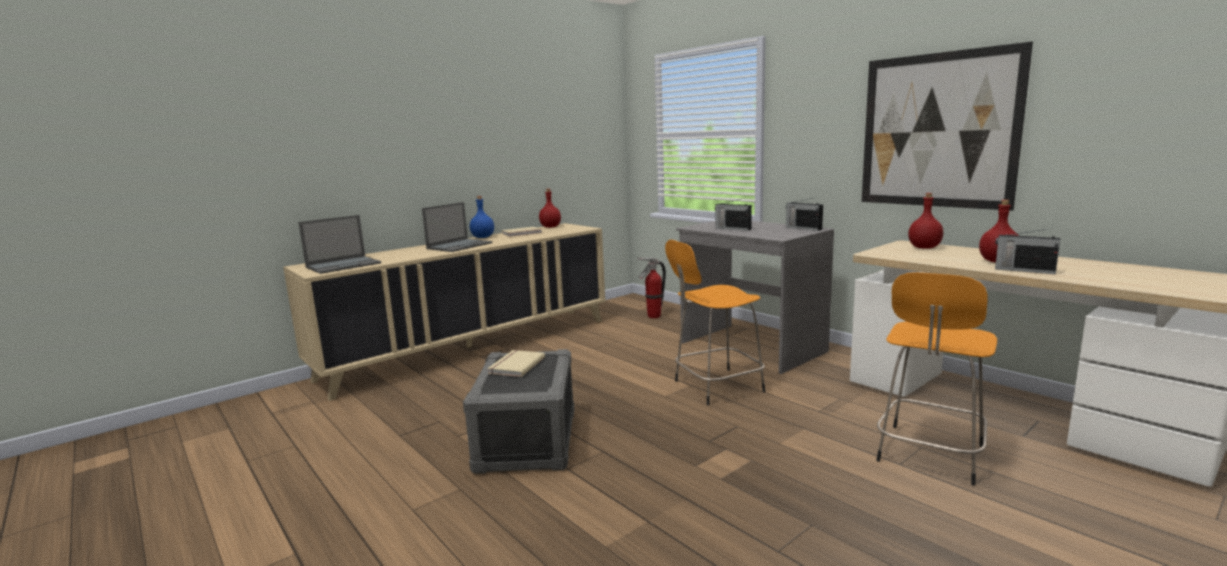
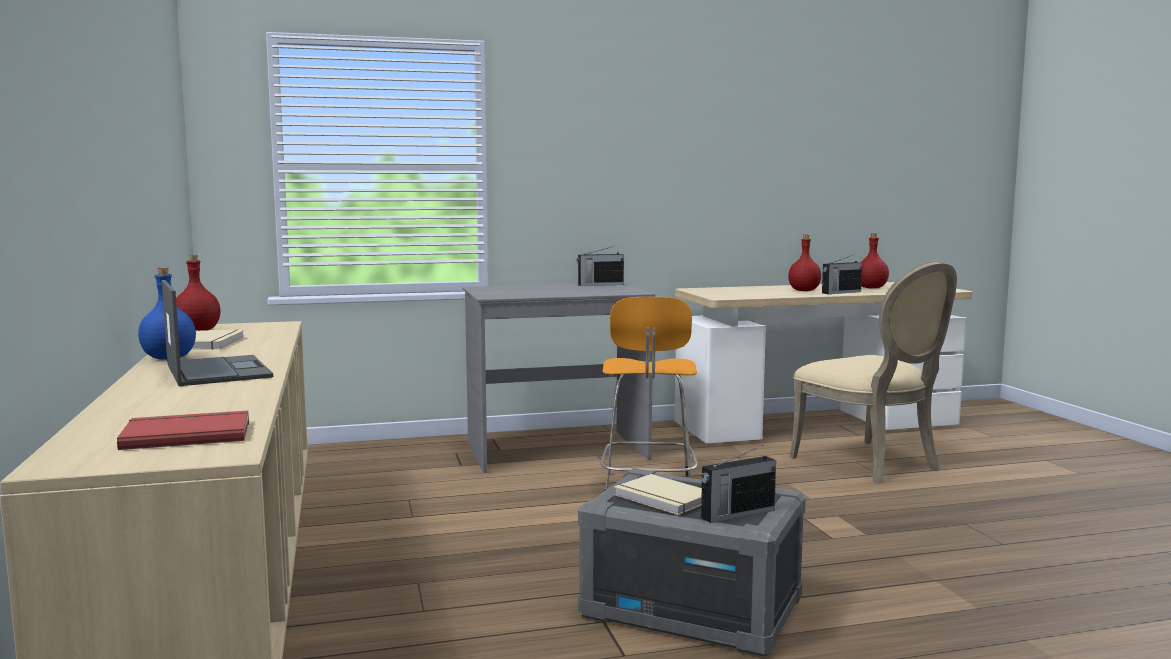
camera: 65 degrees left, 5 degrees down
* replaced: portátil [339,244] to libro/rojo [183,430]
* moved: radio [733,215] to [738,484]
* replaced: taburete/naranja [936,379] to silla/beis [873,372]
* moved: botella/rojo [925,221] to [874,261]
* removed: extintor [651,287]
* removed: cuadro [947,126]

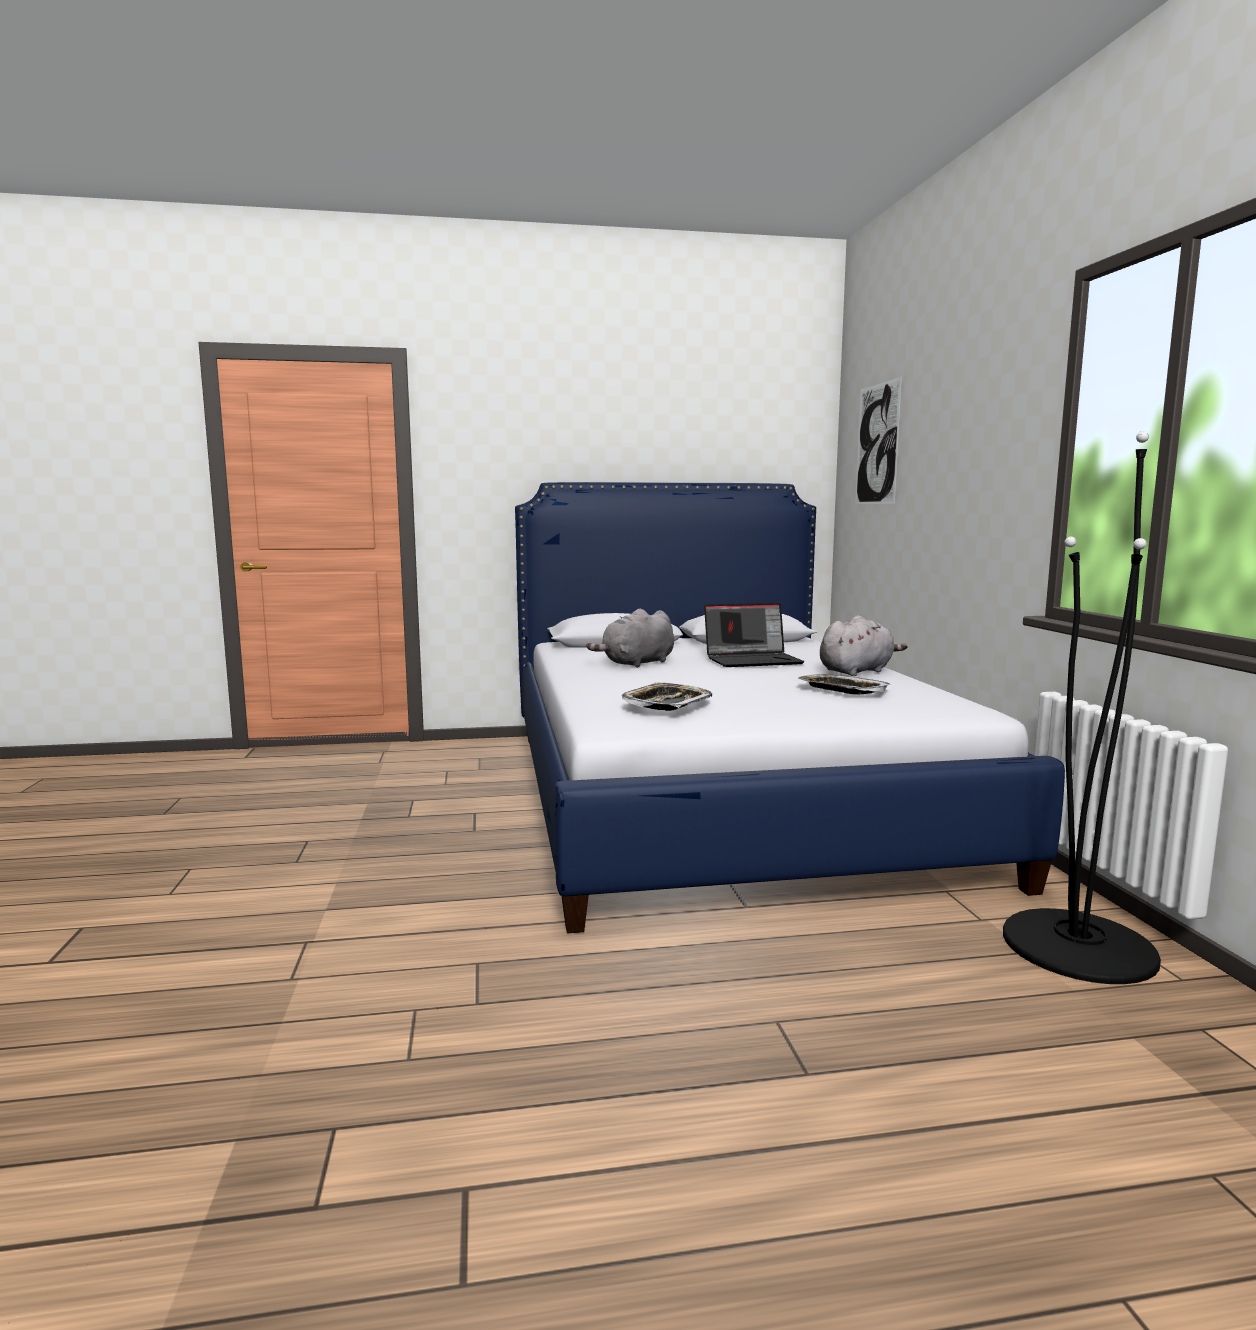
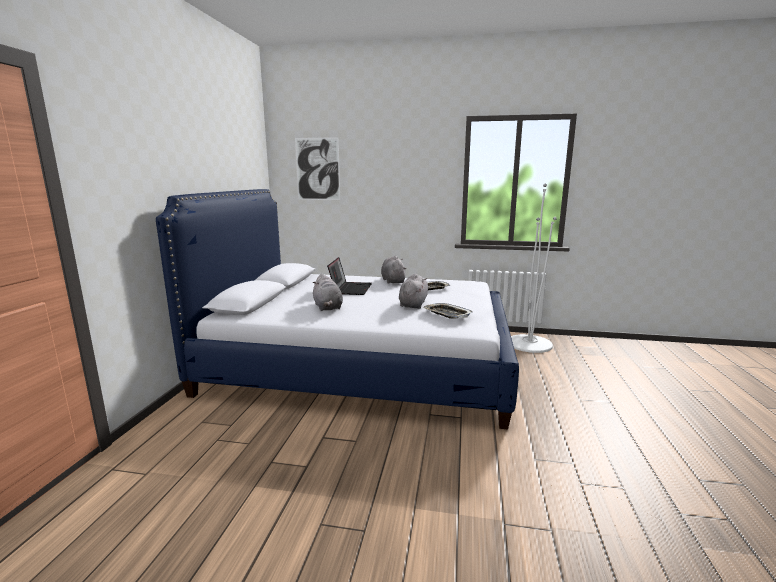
camera: 70 degrees left, 5 degrees up
* added: peluche/gris [413,291]
* recoloured: lámpara de pie/negro [1082,707] to lámpara de pie/blanco [534,268]

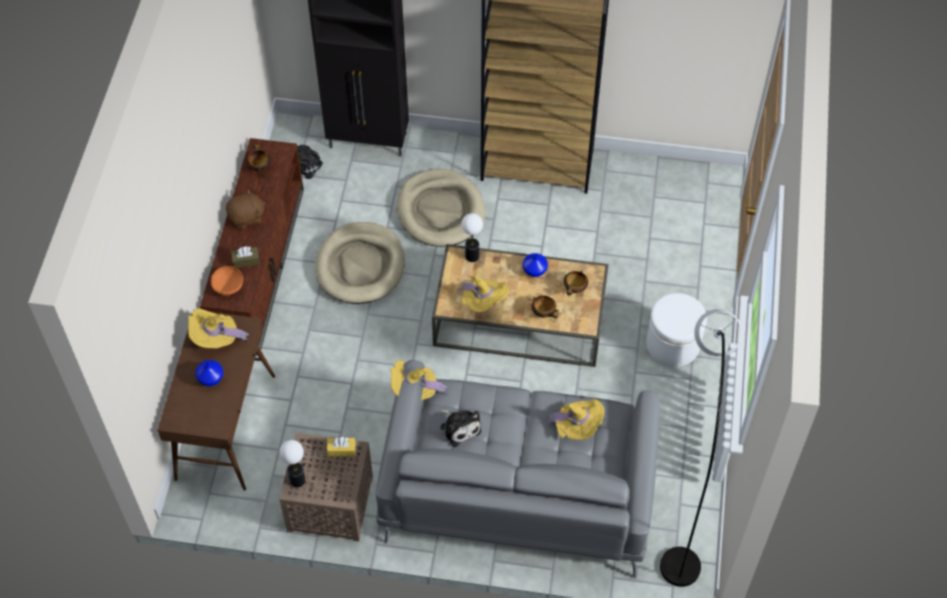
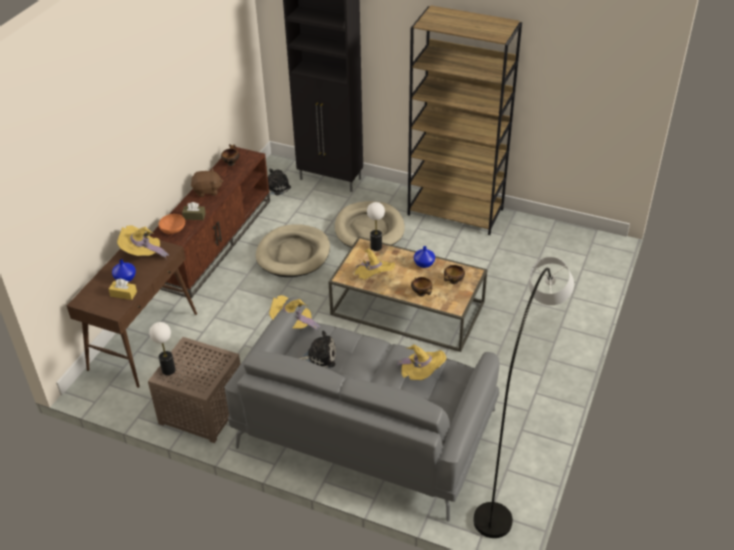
camera: 15 degrees right, 15 degrees down
* moved: caja de pañuelos/amarillo [341,446] to [123,289]
* turned: peluche [460,428] = [317,349] 75 degrees counterclockwise
* removed: puf/blanco [676,330]

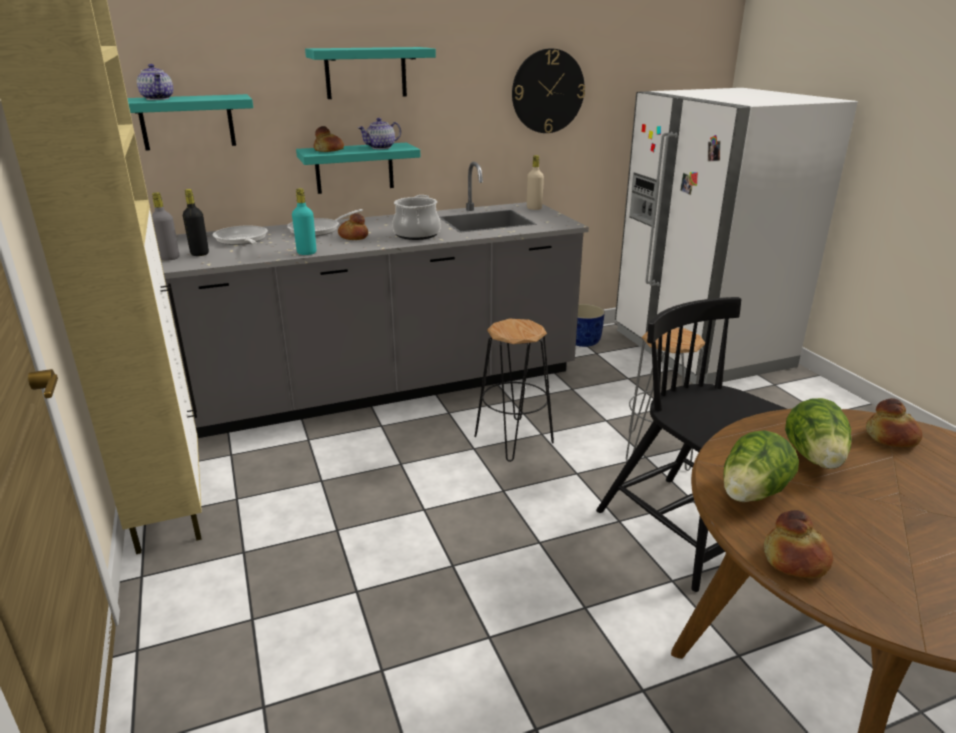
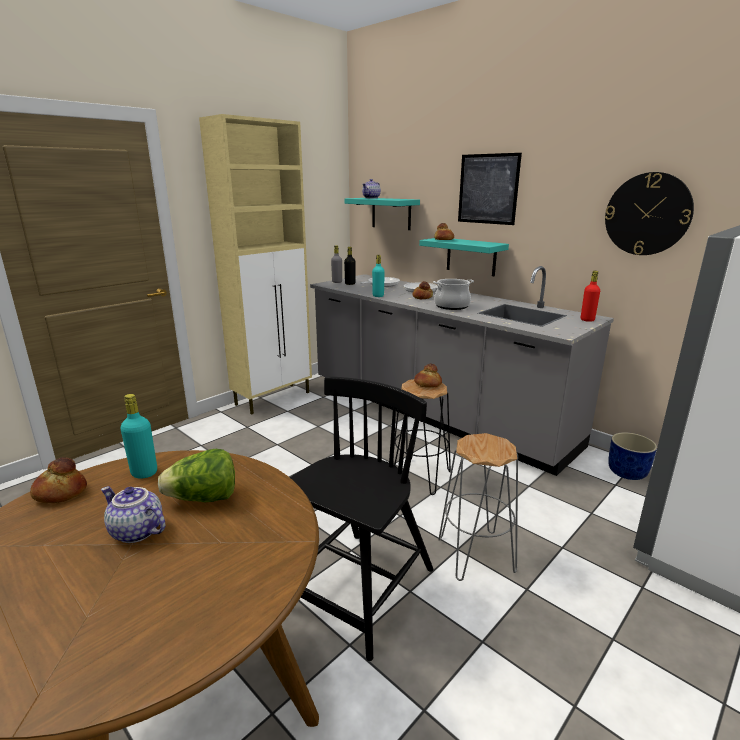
camera: 65 degrees right, 5 degrees down
* moved: tetera [379,133] to [133,514]
* replaced: lechuga [761,466] to botella/turquesa [139,436]
* moved: pan [894,422] to [428,376]
* replaced: estante/turquesa [370,73] to cuadro [490,189]
* recoloured: botella/beis [535,182] to botella/rojo [590,296]

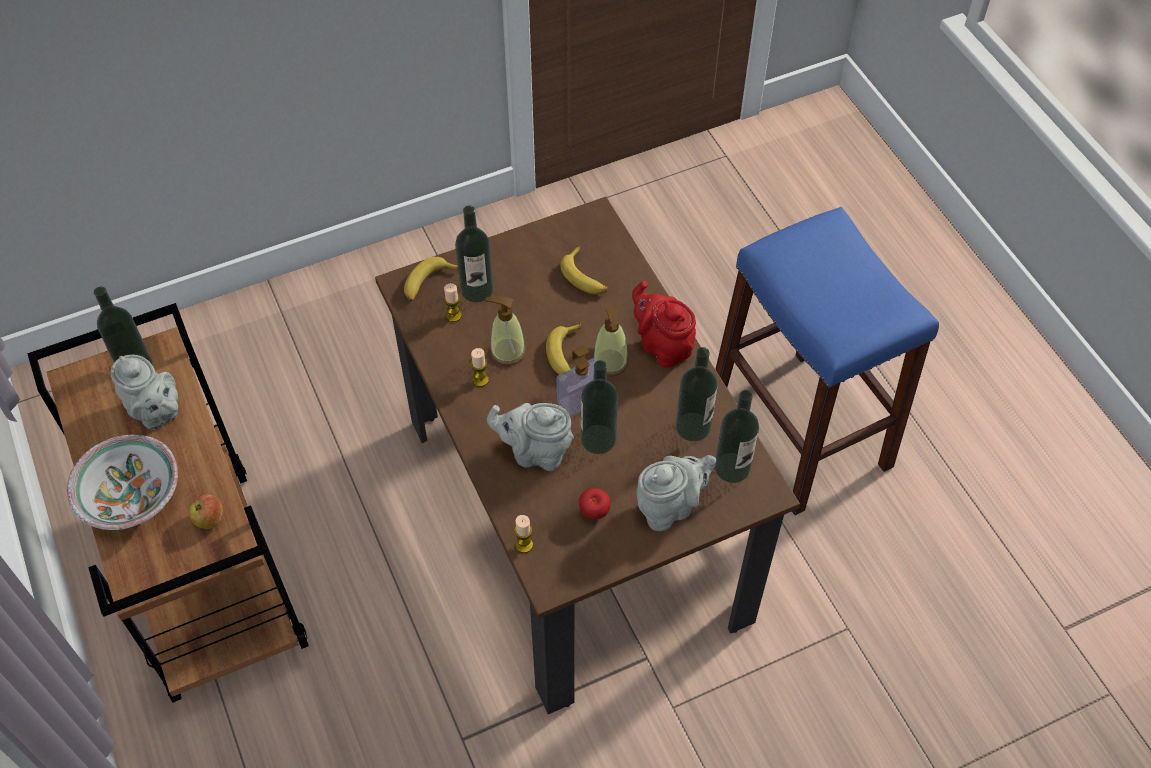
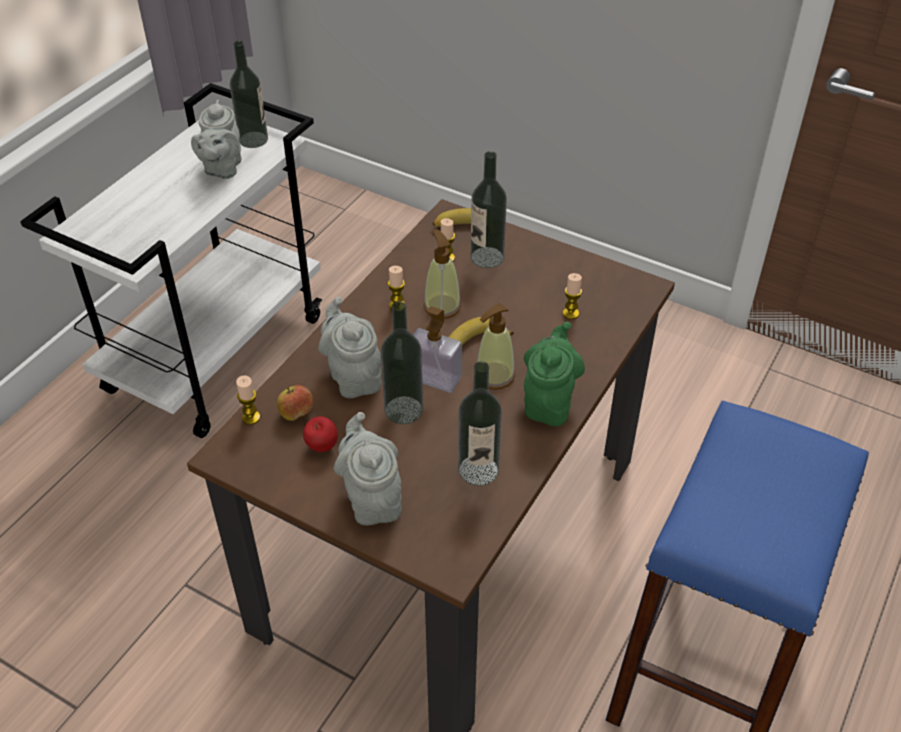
camera: 55 degrees right, 10 degrees down
* recoloured: carrito/marrón [168,503] to carrito/blanco [171,260]
* moved: manzana [206,511] to [295,403]
* turned: tetera/gris [676,493] = [368,468] 135 degrees counterclockwise
* recoloured: tetera/rojo [664,324] to tetera/verde [554,373]
* replaced: plátano [584,269] to vela [572,296]
* removed: cuenco [122,482]
* removed: botella [737,436]

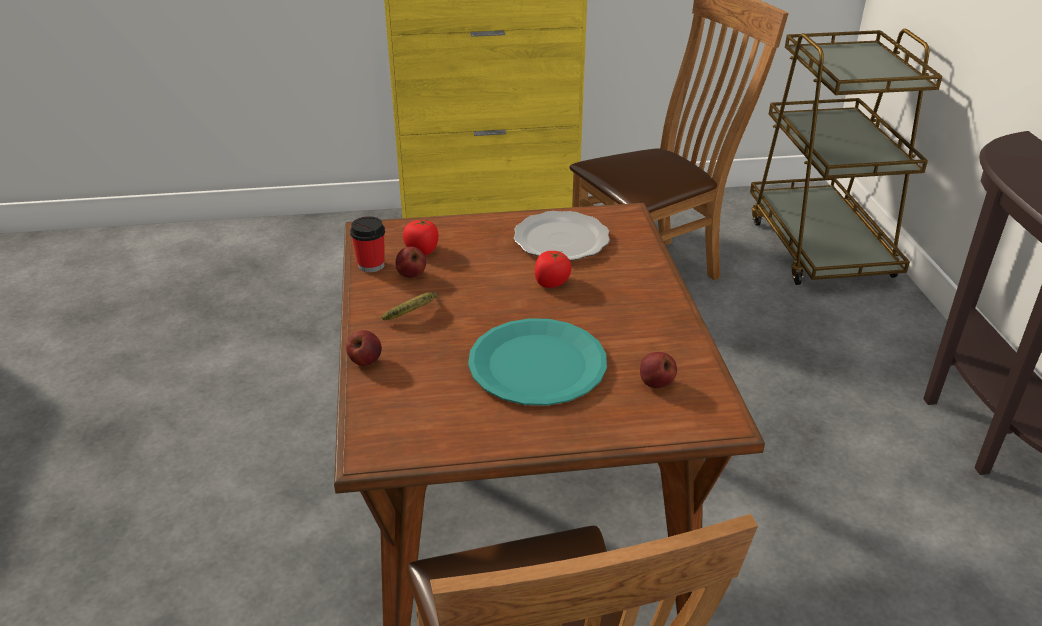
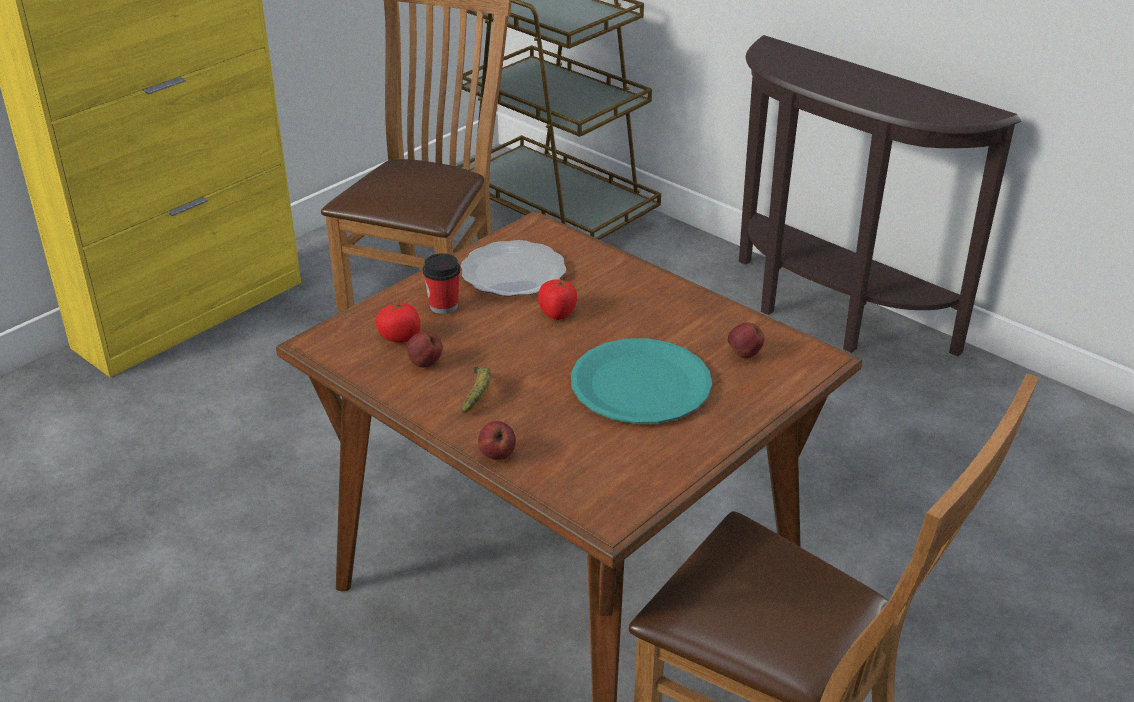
camera: 40 degrees left, 0 degrees up
* moved: taza [367,244] to [441,283]

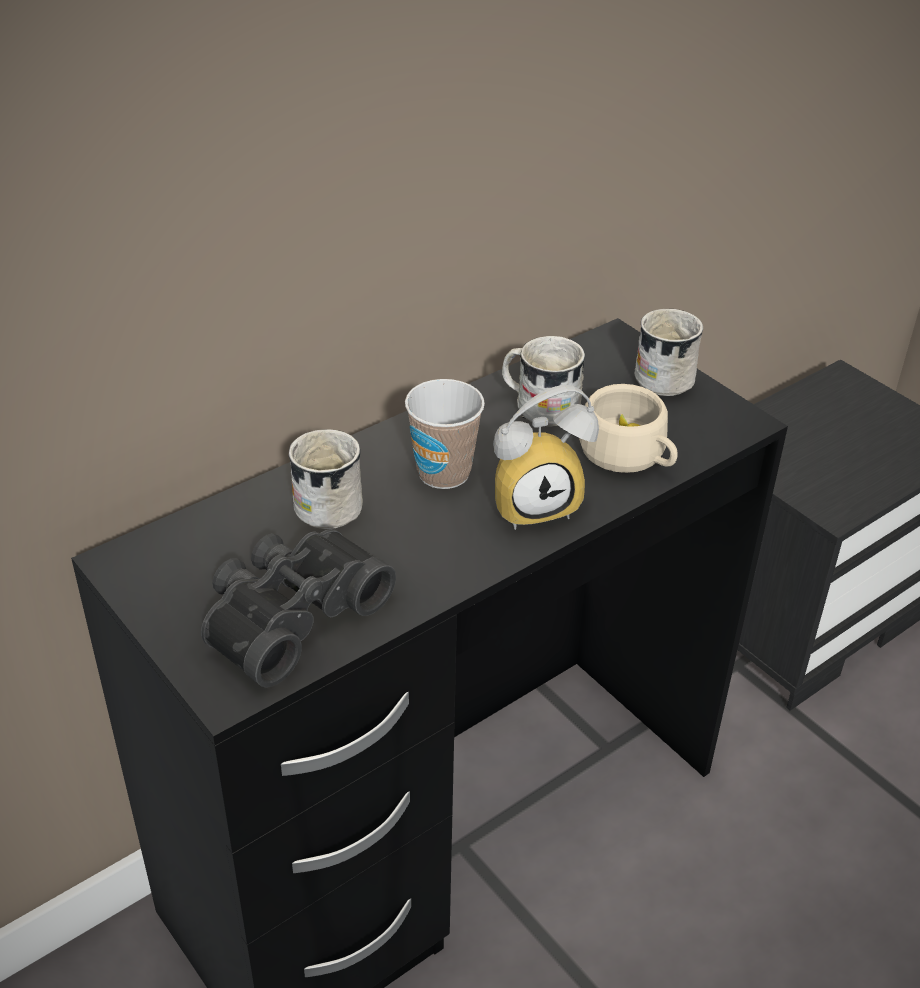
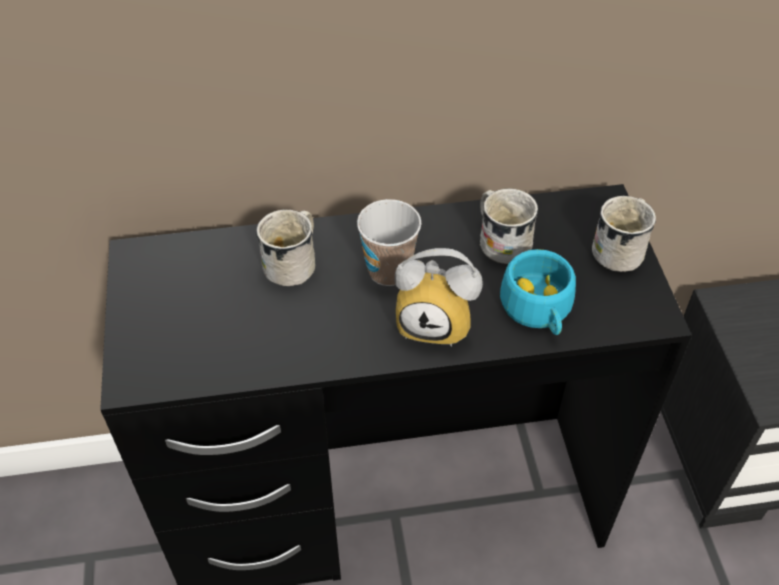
camera: 30 degrees right, 10 degrees up
* recoloured: taza/beis [628,428] to taza/turquesa [538,292]
* removed: prismáticos/negro [298,608]

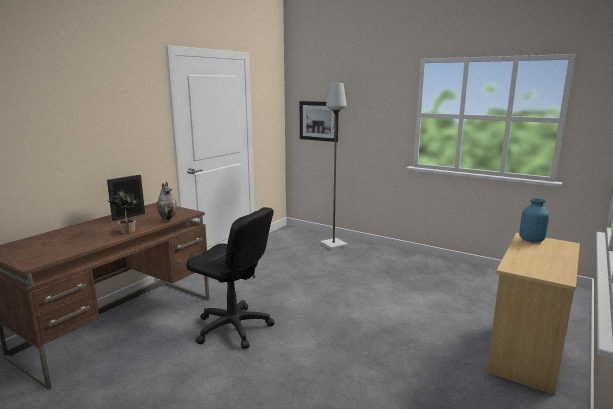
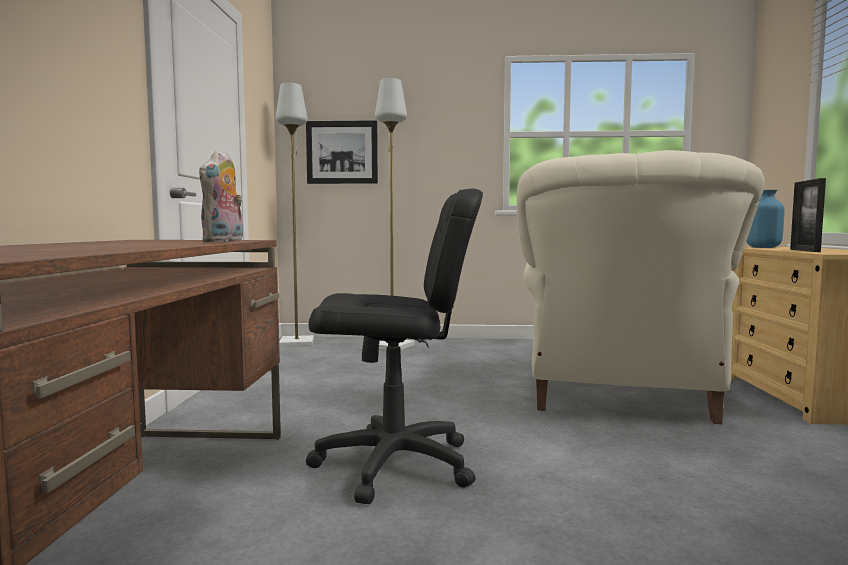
camera: 30 degrees left, 10 degrees down
* replaced: florero [167,201] to peluche [221,196]
* added: lámpara de pie/gris [294,215]
* added: sillón/beis [641,287]
* moved: portarretratos [126,198] to [808,215]
* removed: planta en maceta [124,211]

